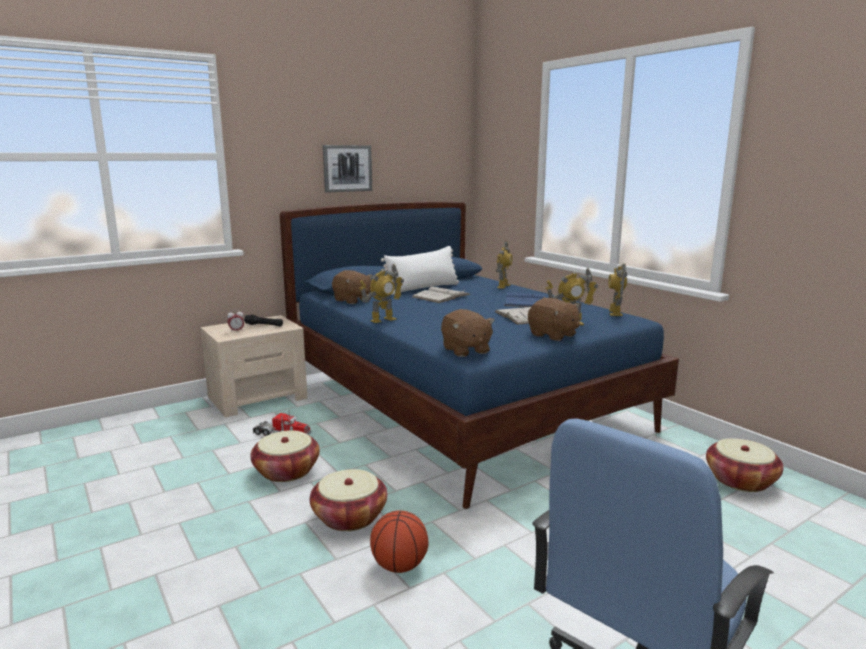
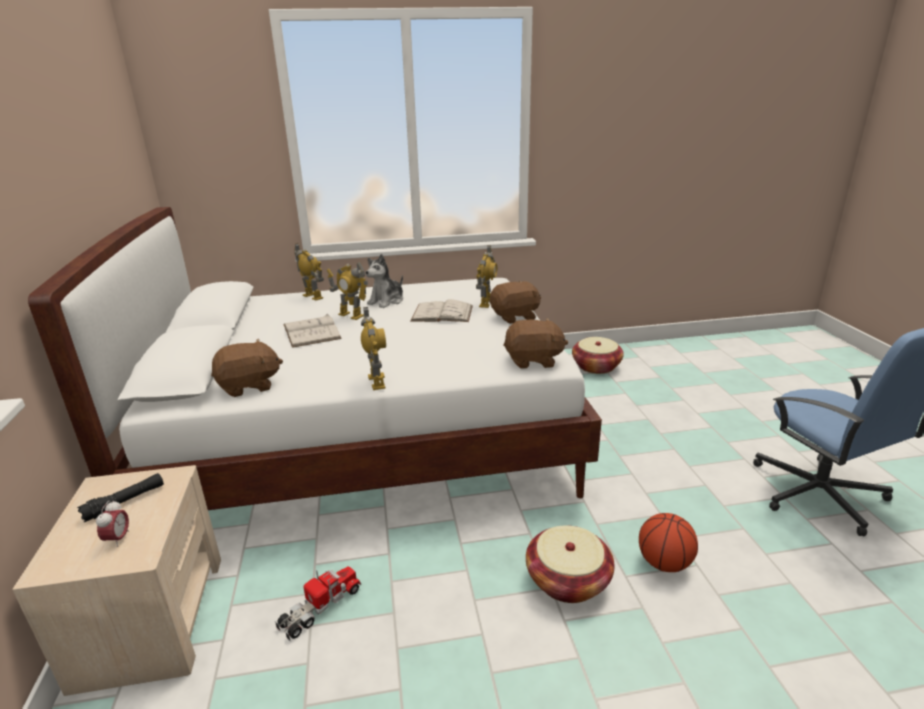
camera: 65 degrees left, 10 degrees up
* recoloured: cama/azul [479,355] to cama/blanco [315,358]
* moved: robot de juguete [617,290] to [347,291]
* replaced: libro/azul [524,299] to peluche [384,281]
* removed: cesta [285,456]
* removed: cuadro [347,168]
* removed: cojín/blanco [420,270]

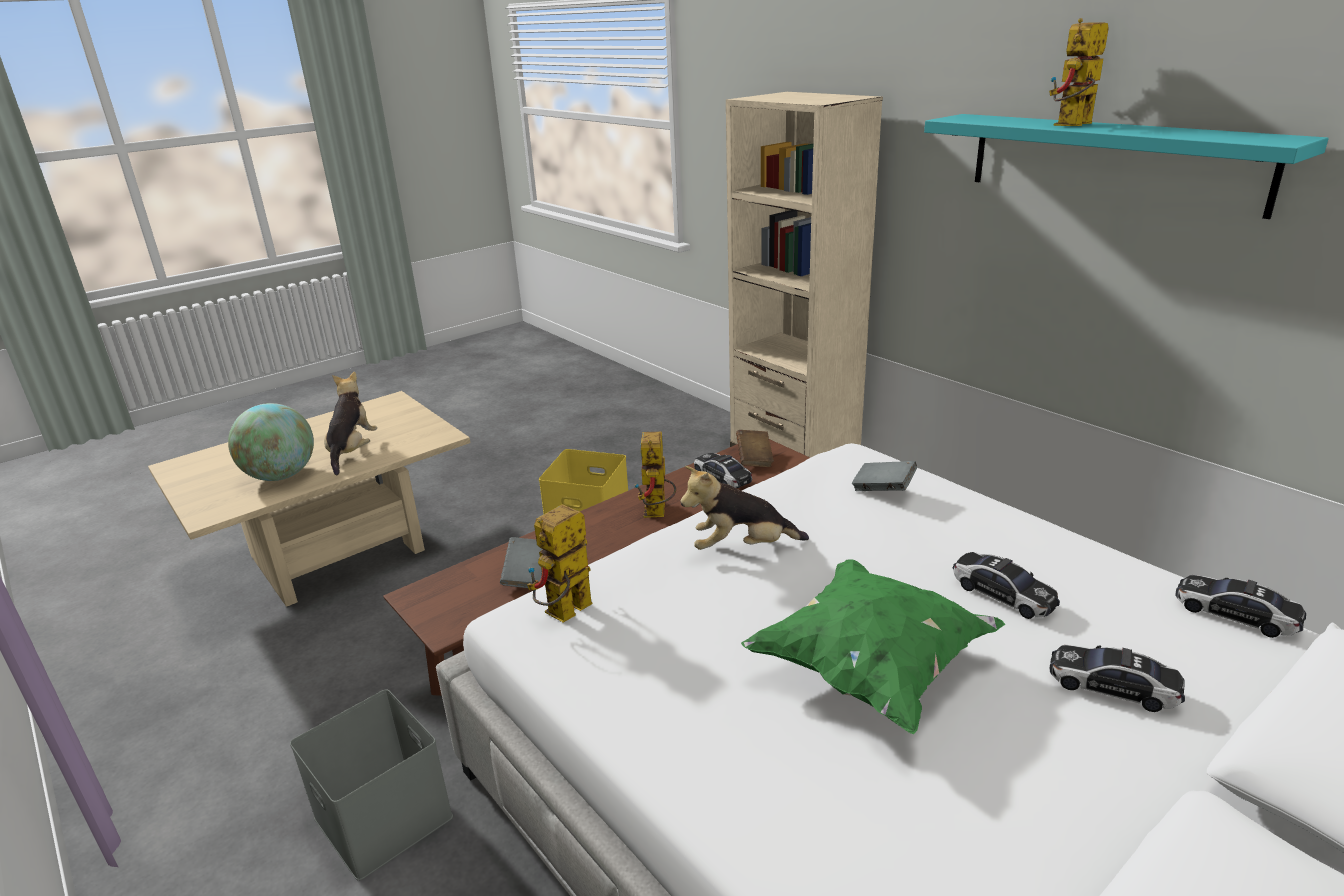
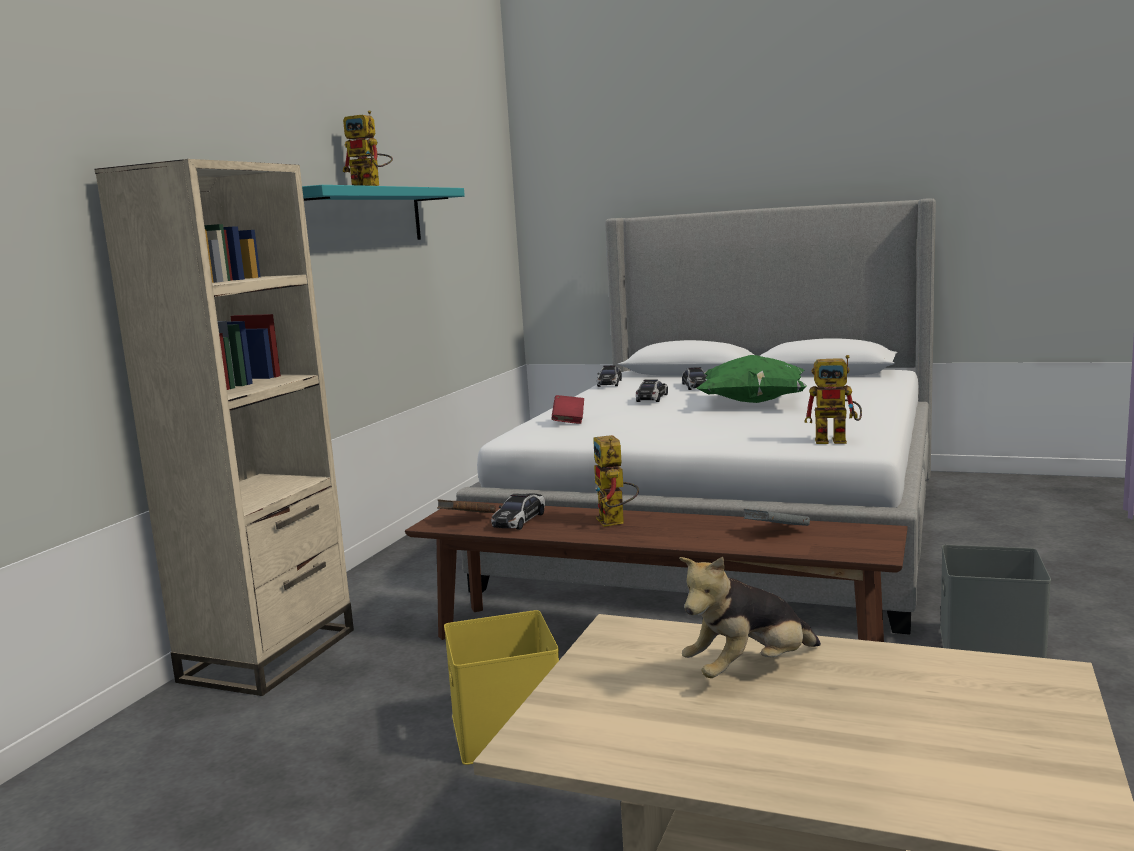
camera: 120 degrees left, 15 degrees down
* recoloured: libro/gris [884,476] to libro/rojo [568,409]
* turned: robot de juguete [655,474] = [616,481] 105 degrees clockwise
* removed: globo terráqueo [271,442]
* removed: peluche [744,508]

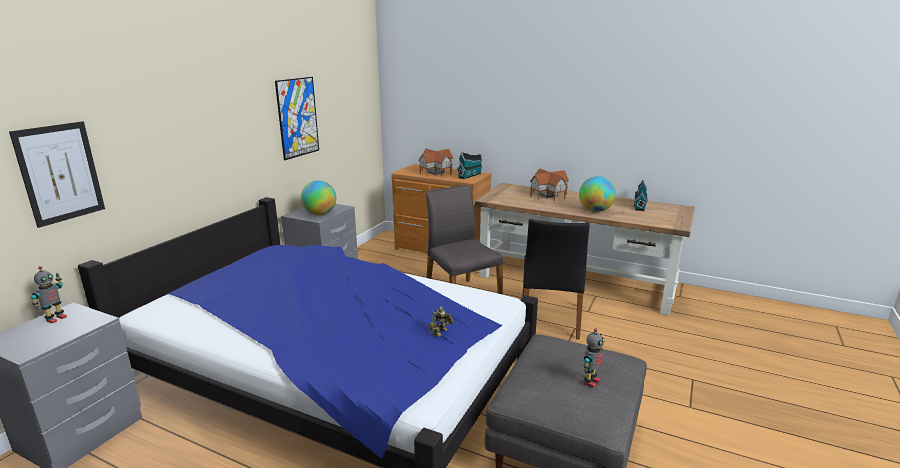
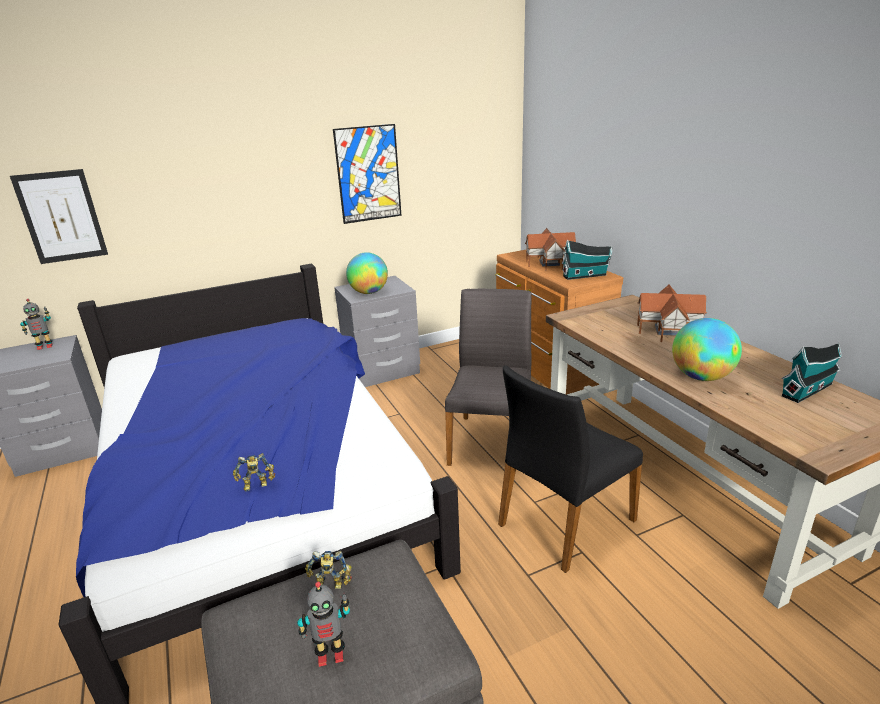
camera: 40 degrees right, 5 degrees up
* added: robot de juguete [328,570]

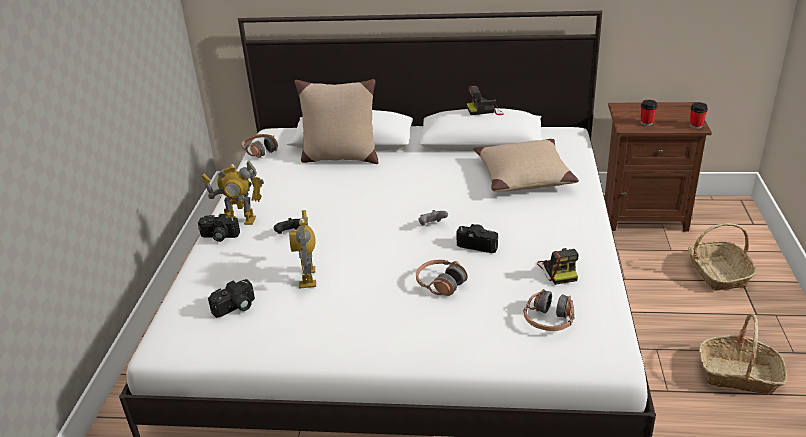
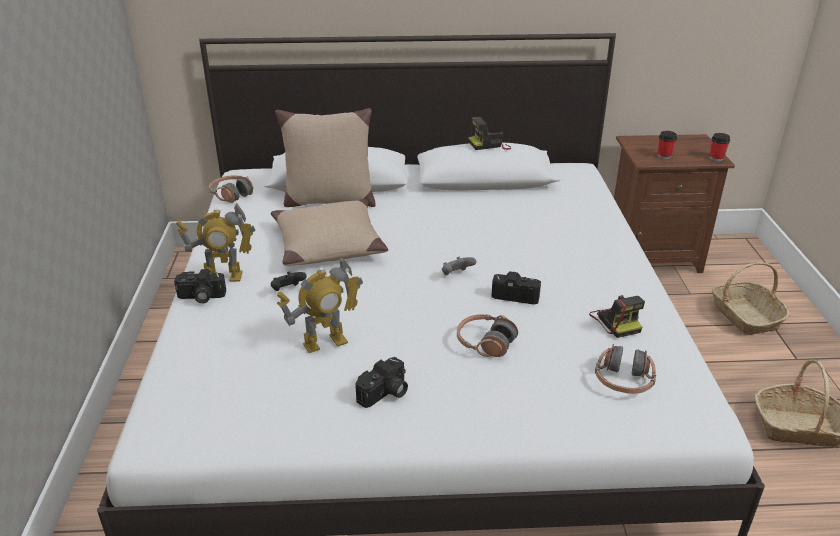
camera: 10 degrees left, 0 degrees up
* moved: cojín/beis [526,165] to [329,232]
* turned: robot de juguete [302,249] = [320,305] 105 degrees counterclockwise
* moved: cámara [231,298] to [382,382]

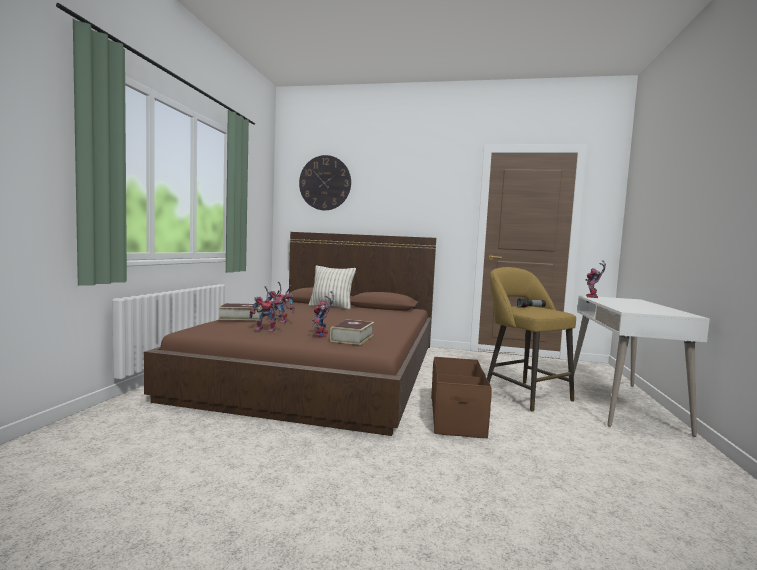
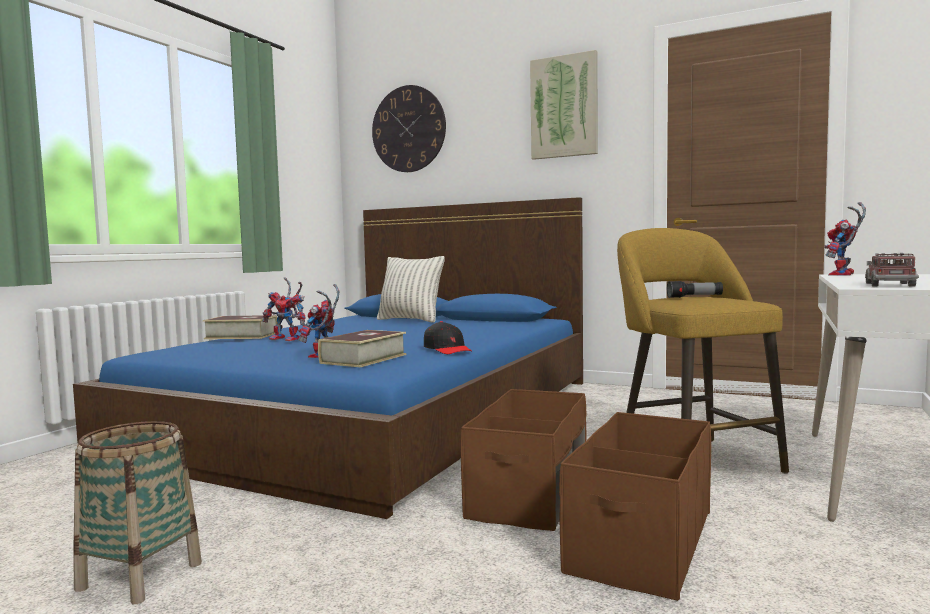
camera: 15 degrees right, 0 degrees up
* recoloured: cama/marrón [290,334] to cama/azul [328,358]
* added: cesta [137,512]
* added: gorra/negro [448,337]
* added: cuadro [564,105]
* added: caja de almacenaje/marrón [635,506]
* added: camión de juguete [892,270]
* removed: robot de juguete [266,309]

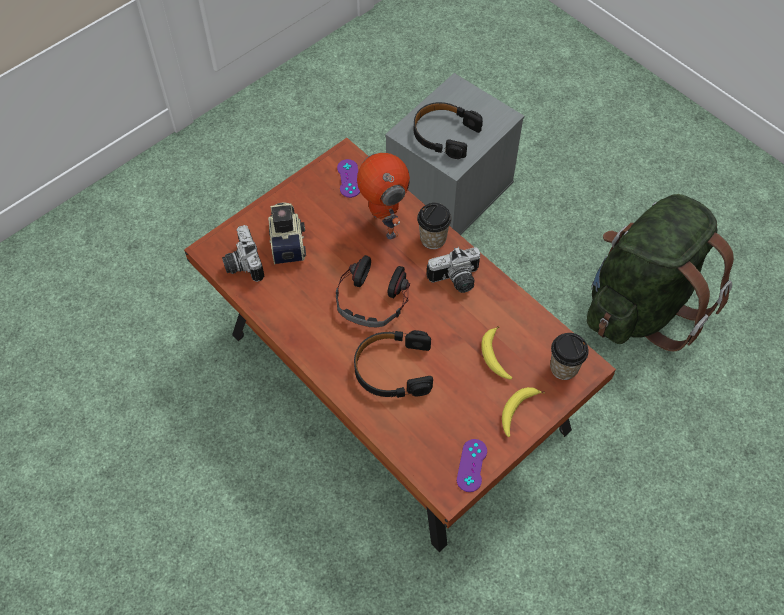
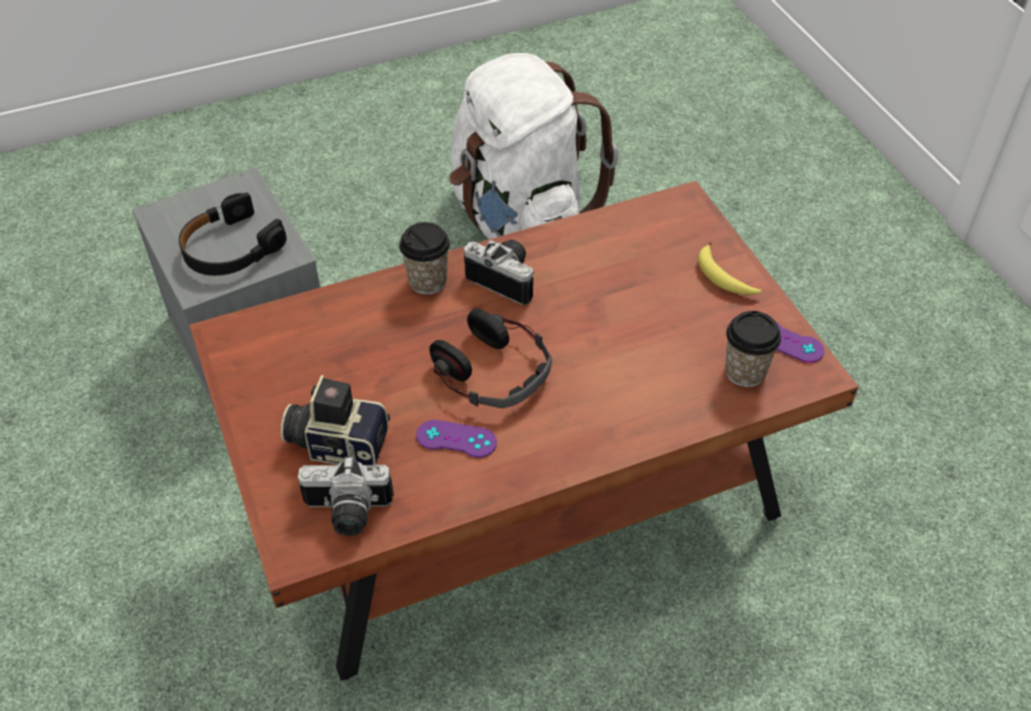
camera: 70 degrees left, 10 degrees down
* moved: mando de consola/morado [348,178] to [456,439]
* recoloured: mochila/verde [660,272] to mochila/blanco [533,146]
* turned: cámara [453,270] = [499,272] 60 degrees counterclockwise
* moved: taza [569,356] to [753,349]
* removed: auriculares/negro [393,364]
* removed: robot de juguete [383,196]
* removed: plátano [496,352]

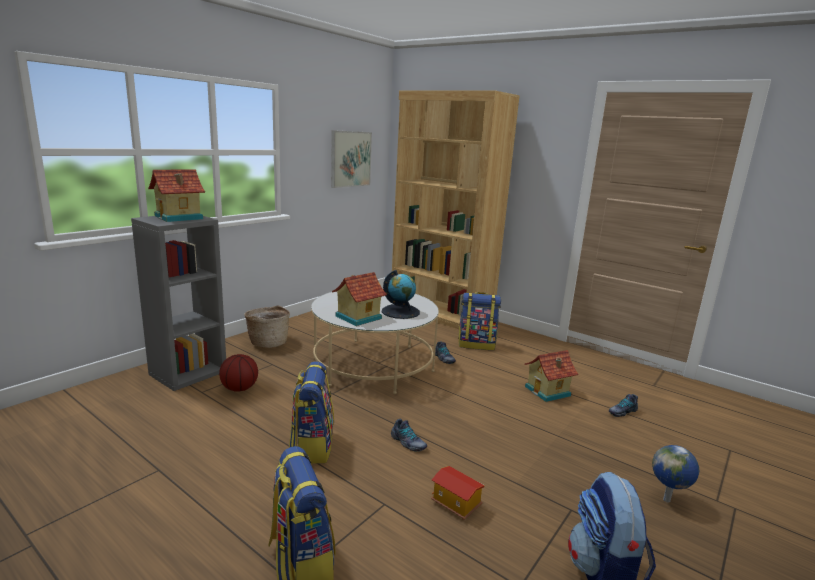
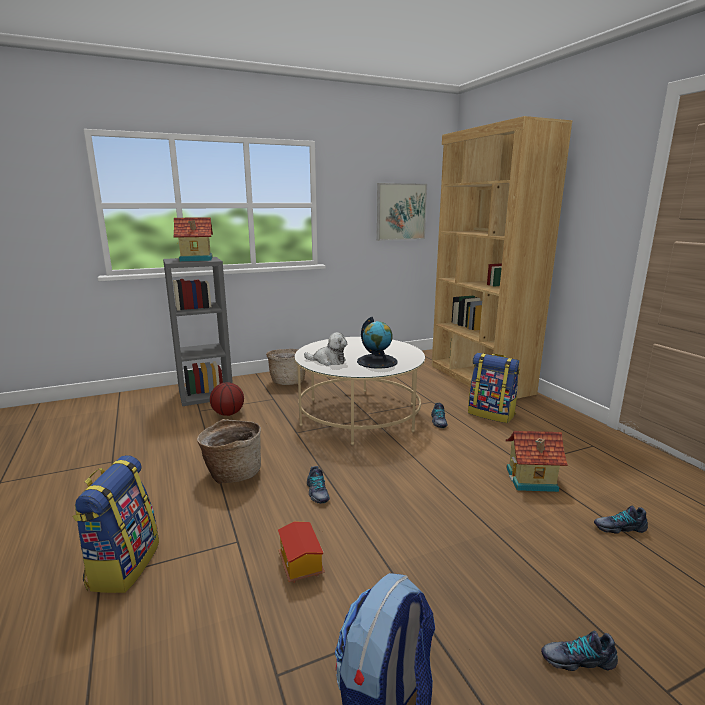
camera: 30 degrees right, 0 degrees up
* replaced: mochila [311,412] to cesta [229,451]
* replaced: casita [359,299] to peluche [325,349]
* replaced: globo terráqueo [675,473] to zapato [579,651]

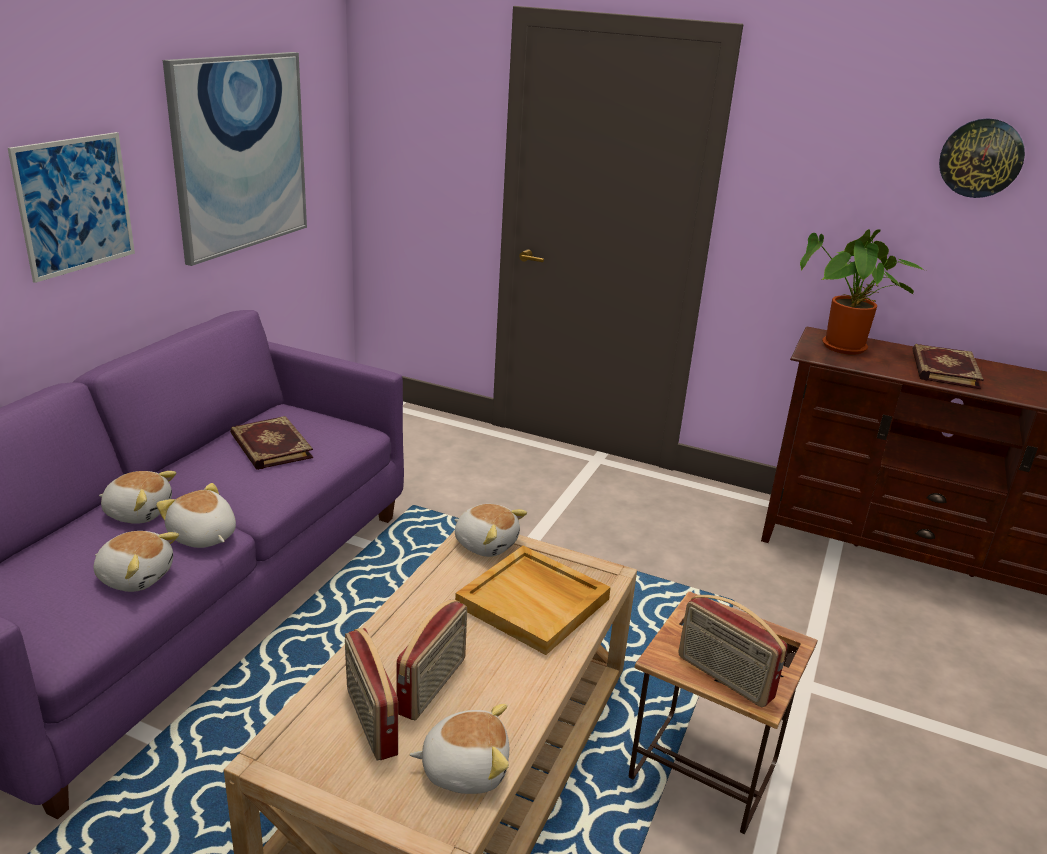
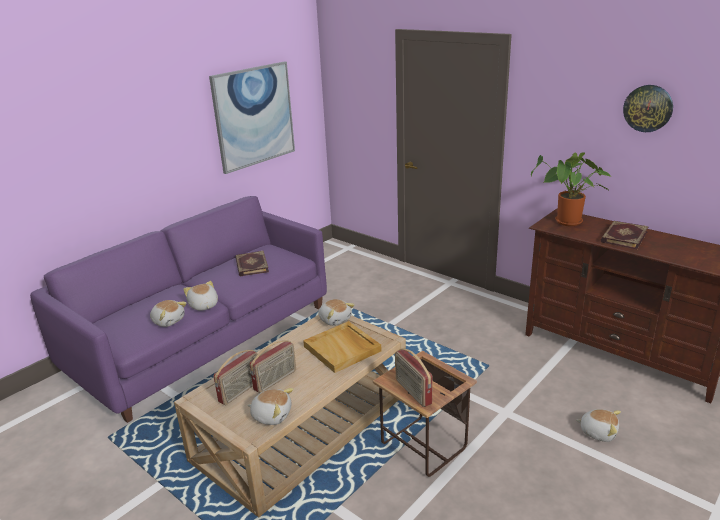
camera: 20 degrees right, 0 degrees up
* turned: radio [371,694] = [236,377] 135 degrees counterclockwise
* moved: peluche [137,497] to [598,425]
* removed: cuadro [71,207]

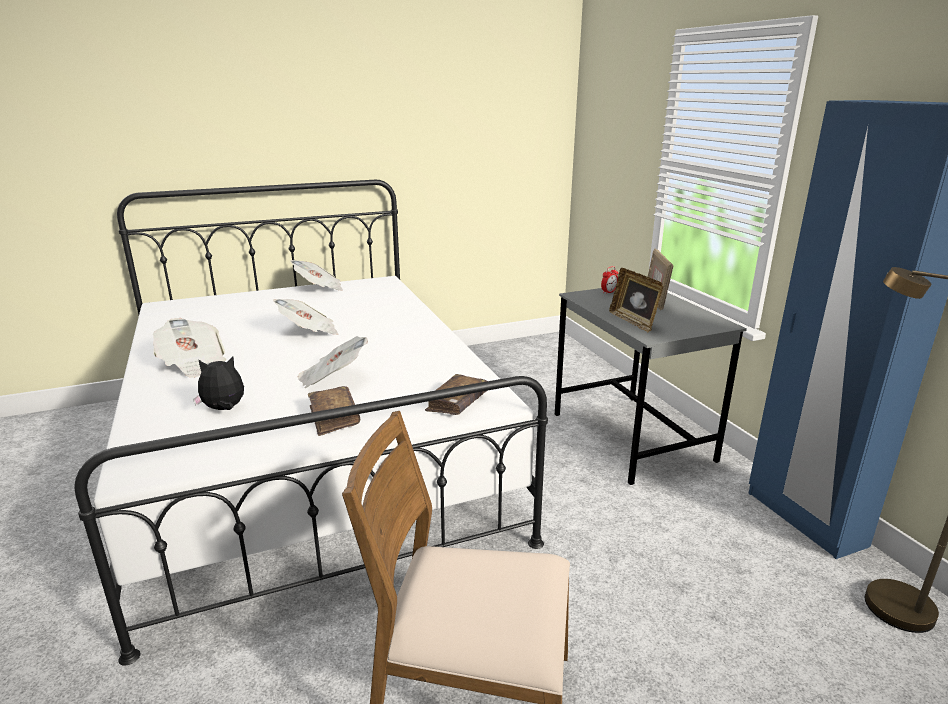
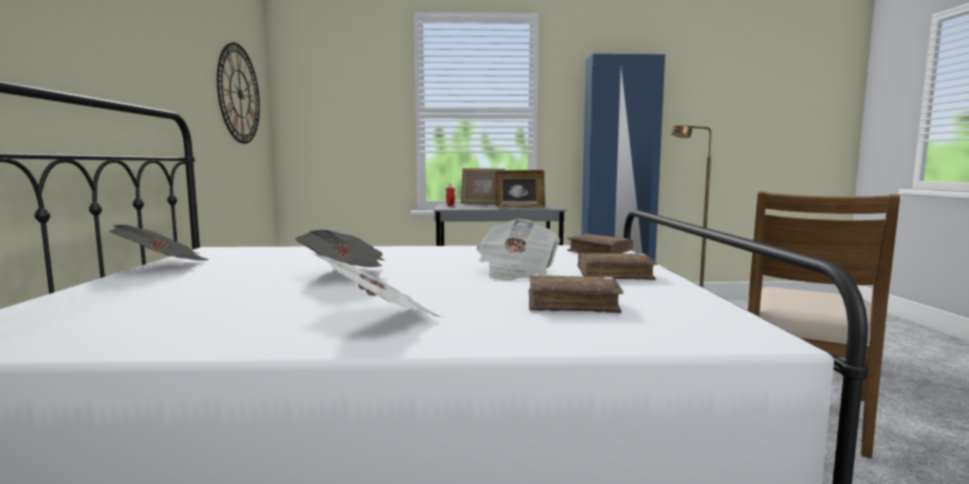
camera: 70 degrees left, 15 degrees down
* added: reloj de pared [238,93]
* replaced: peluche [218,383] to libro/marrón [576,294]

